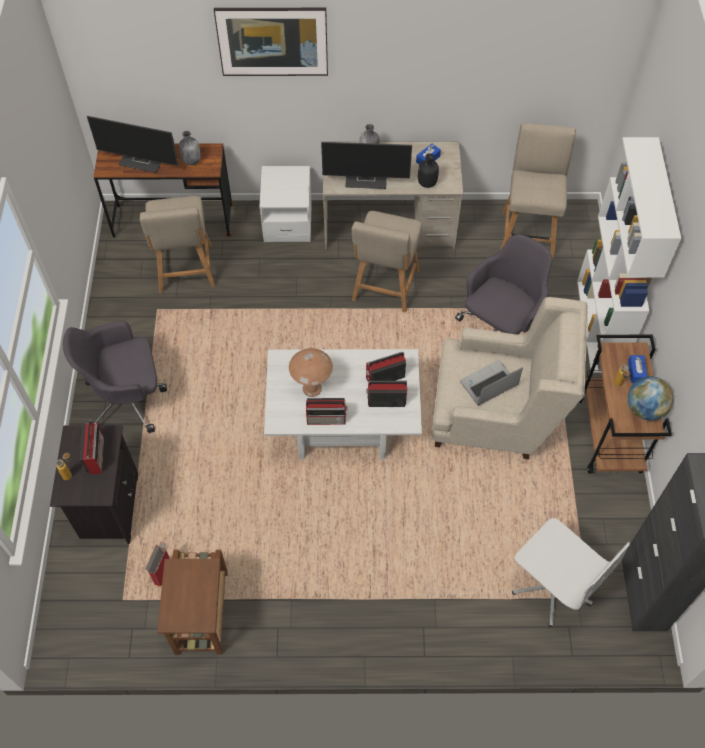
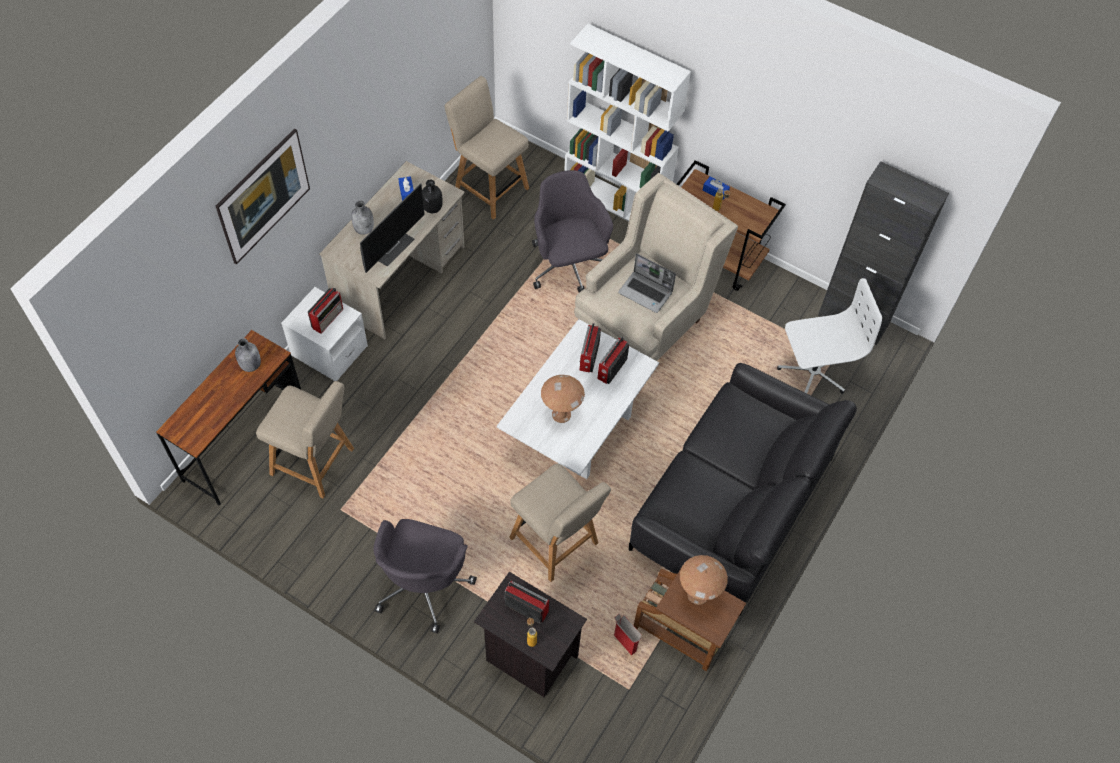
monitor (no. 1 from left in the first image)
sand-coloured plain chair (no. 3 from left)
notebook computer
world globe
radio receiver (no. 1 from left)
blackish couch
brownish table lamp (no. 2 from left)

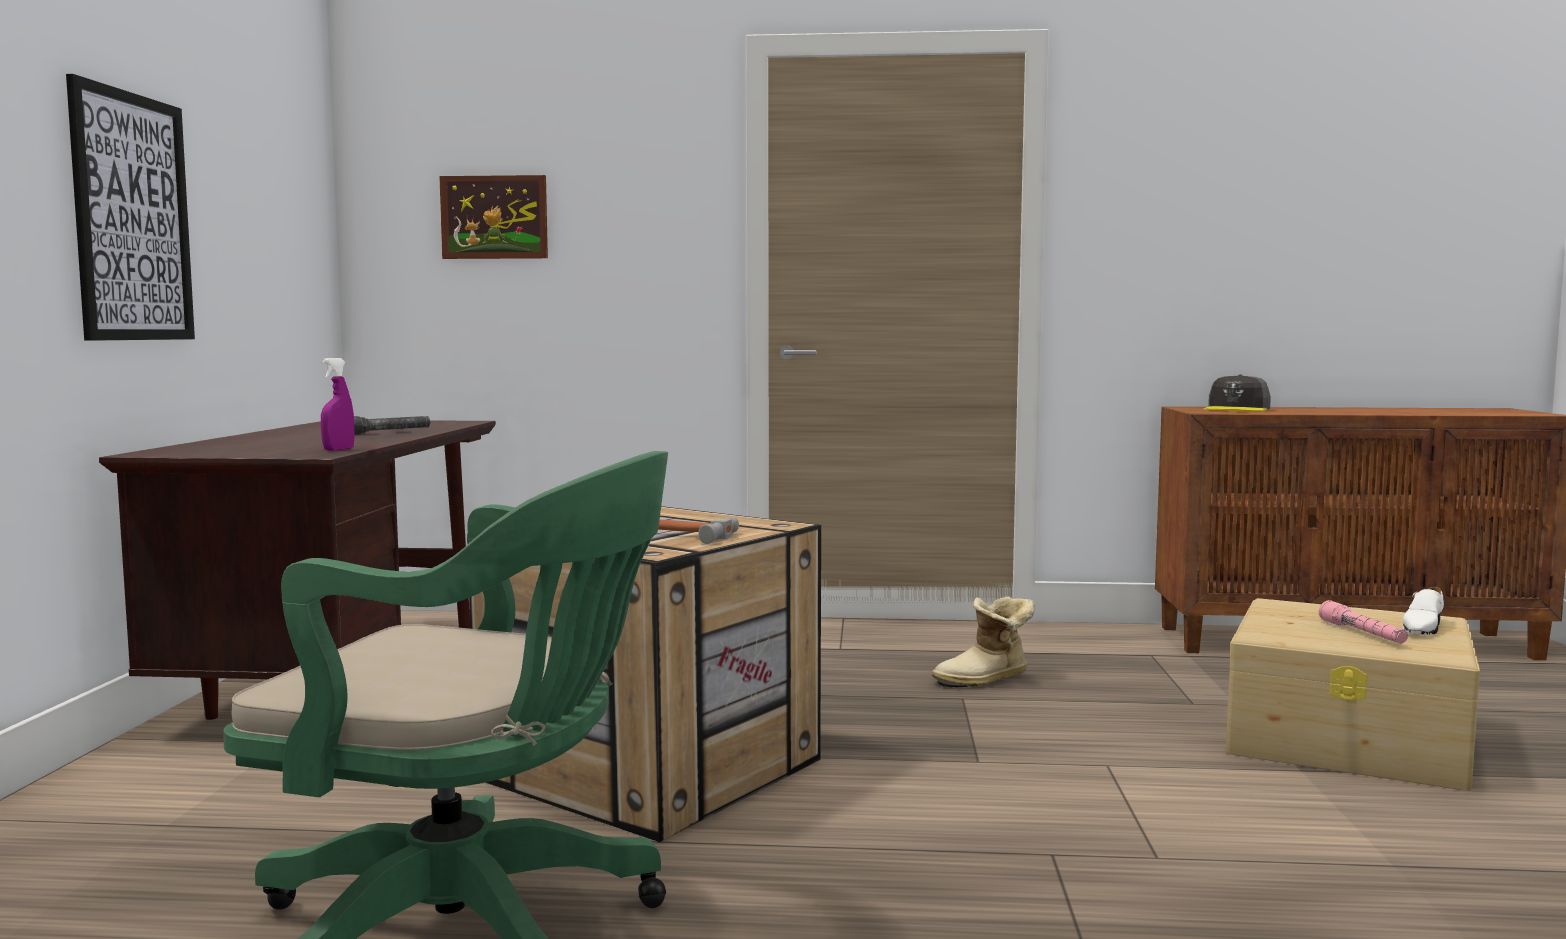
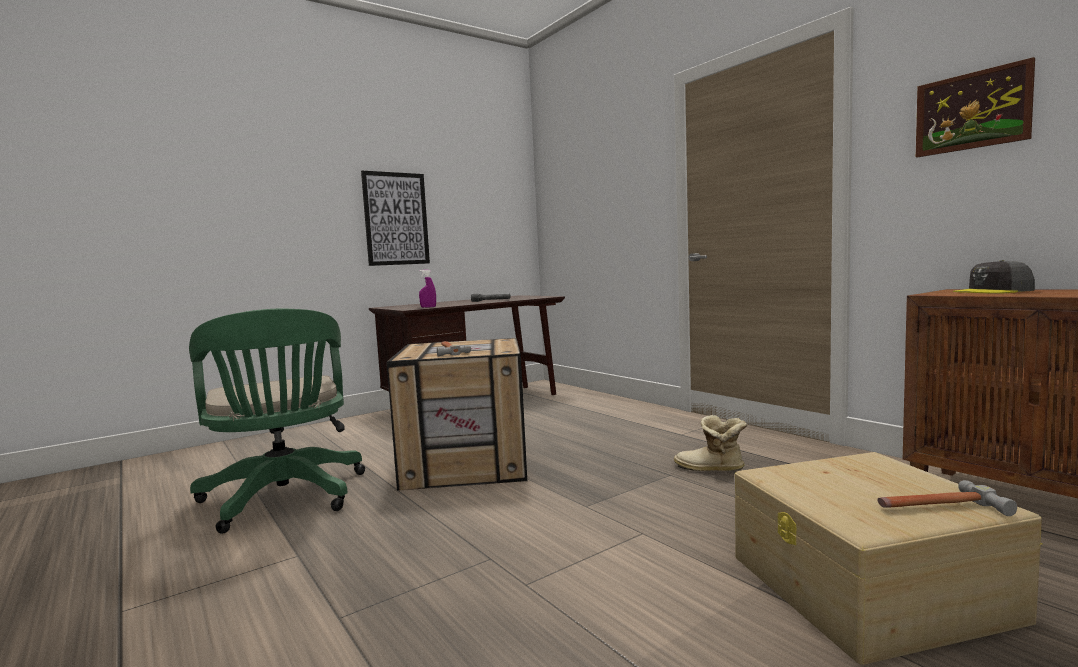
wall picture (no. 2 from left)
hammer (no. 2 from left)
pinkish flashlight

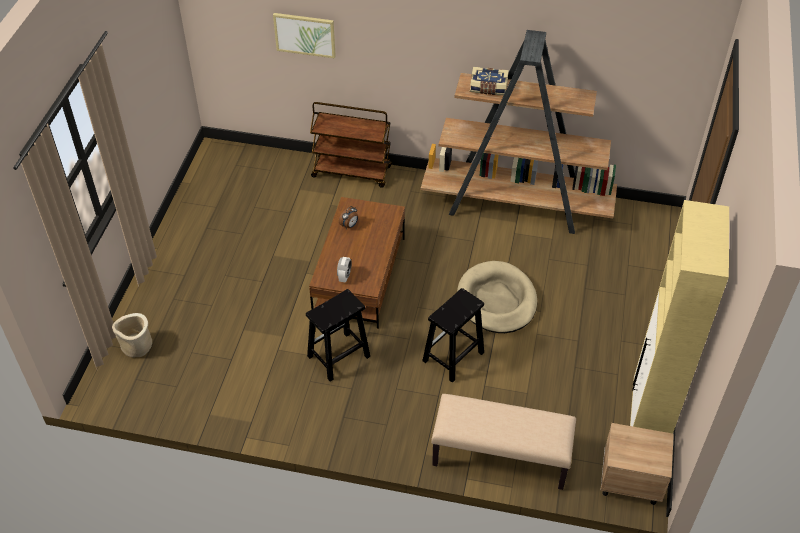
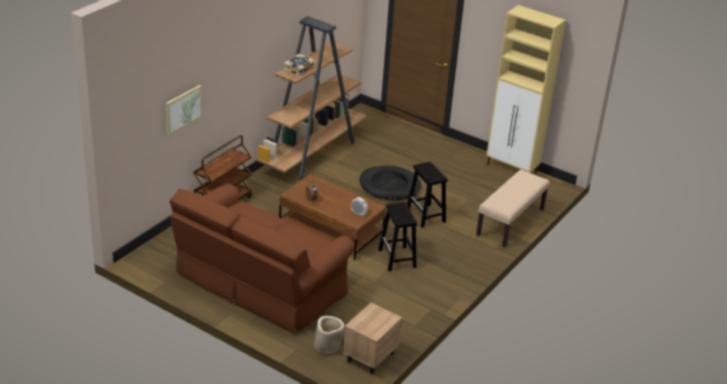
blackish pet bed
sand-coloured night table
brownish couch

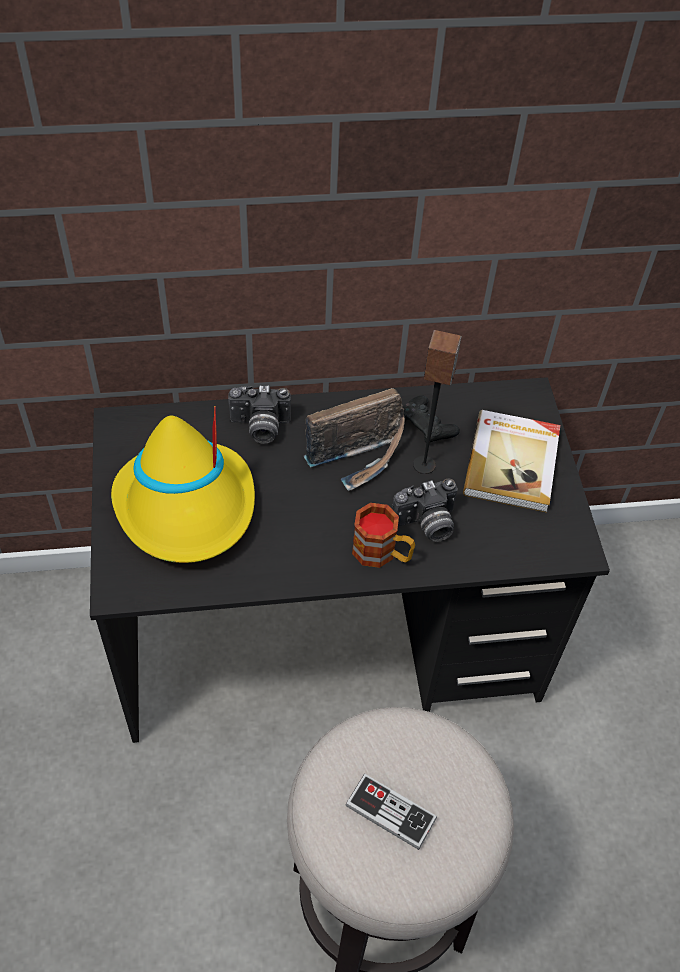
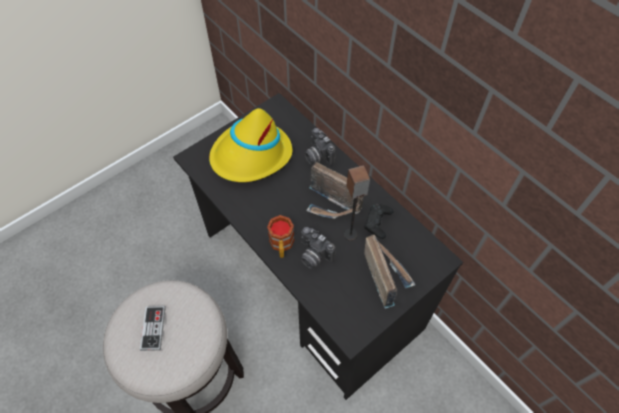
radio receiver (no. 2 from left)

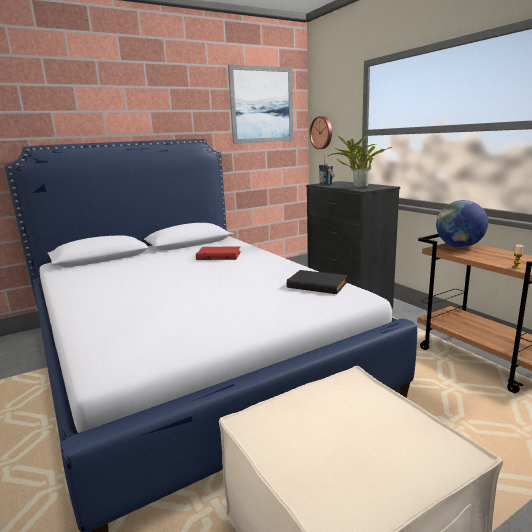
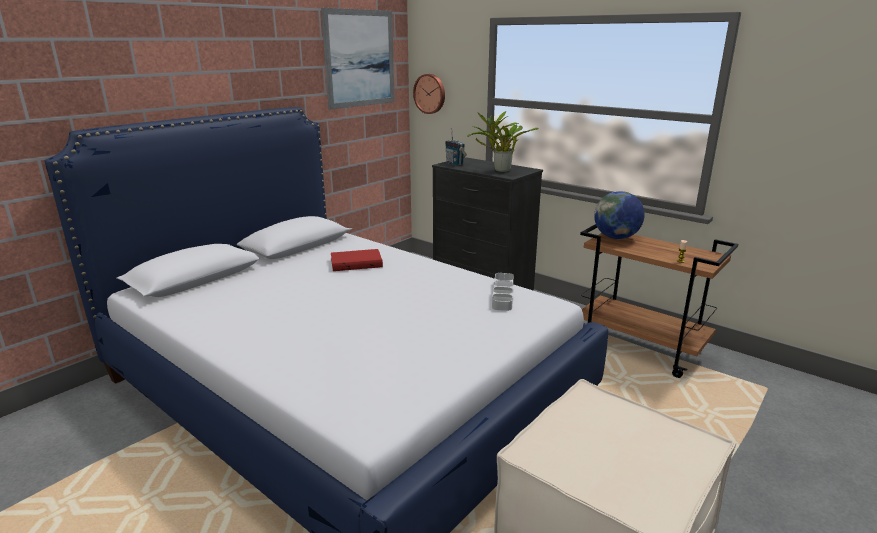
gray tray

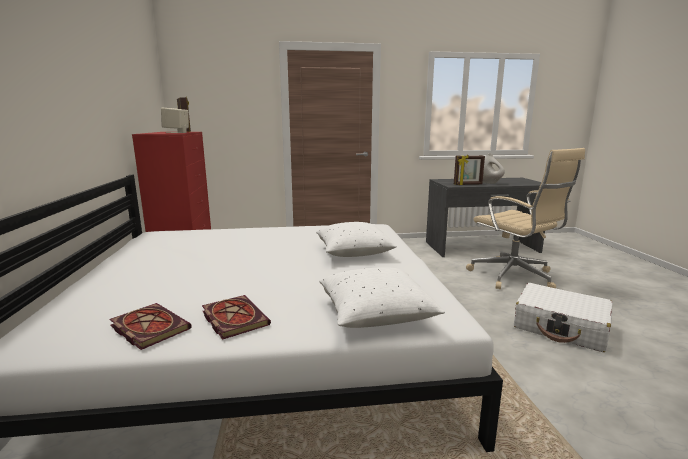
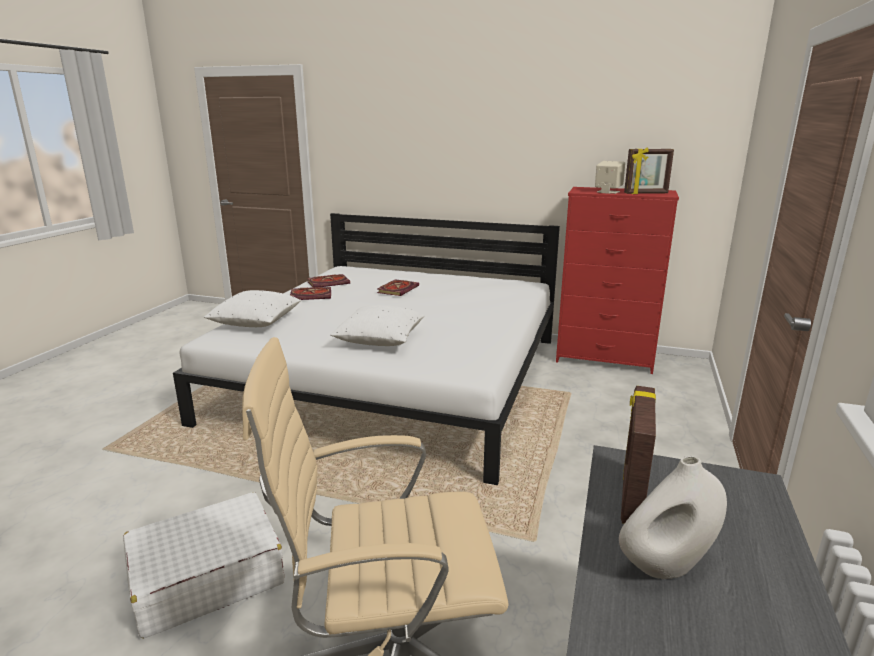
volume (no. 3 from left)

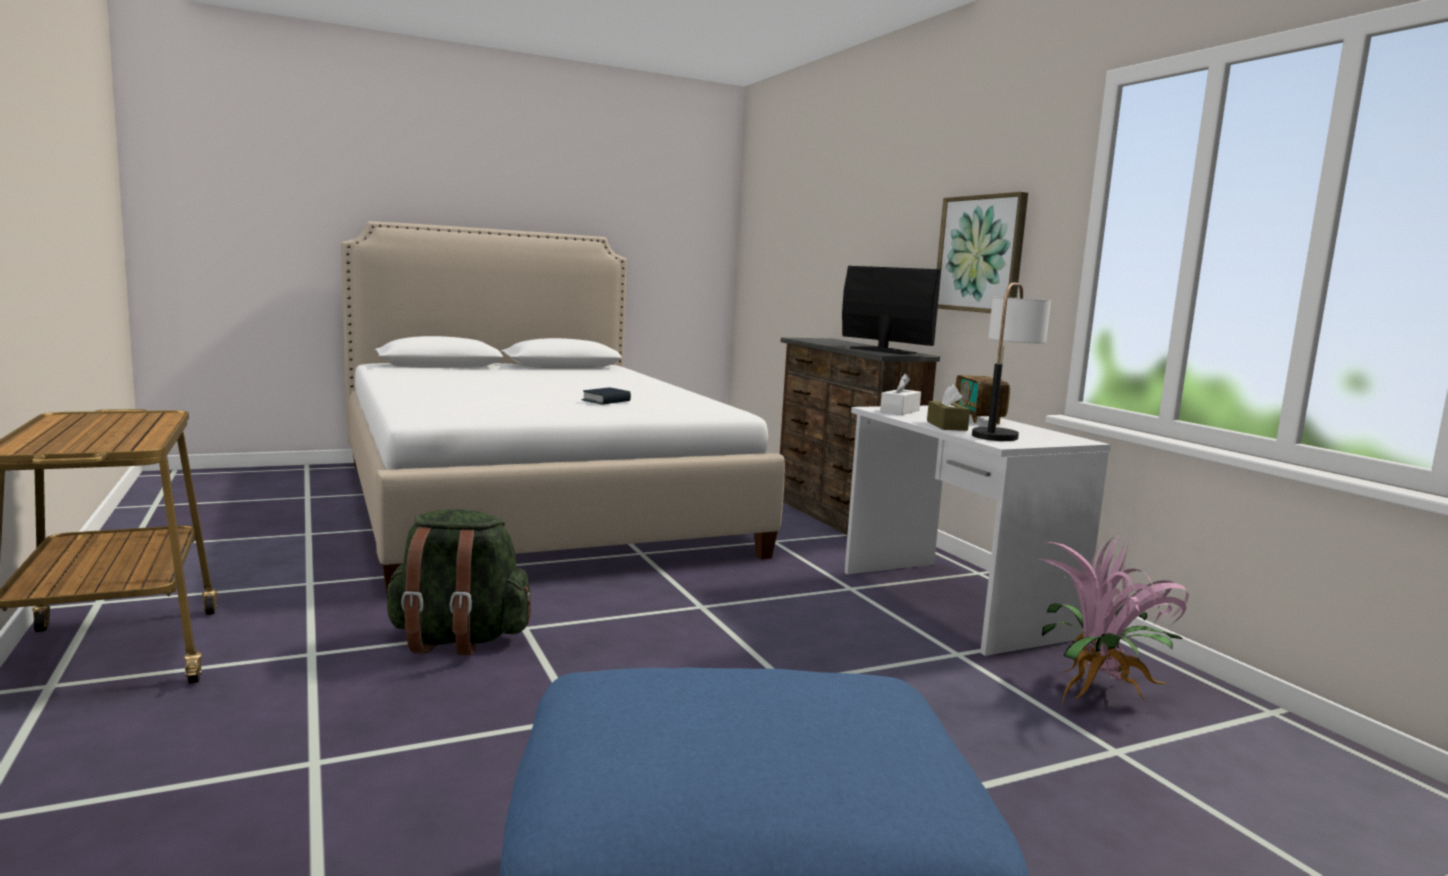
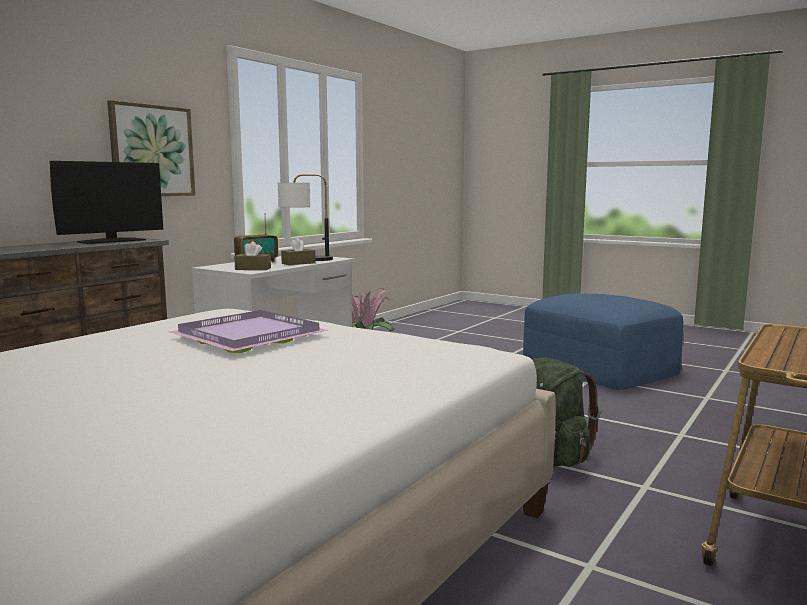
monitor
brownish box of tissues (no. 1 from left)
purple tray

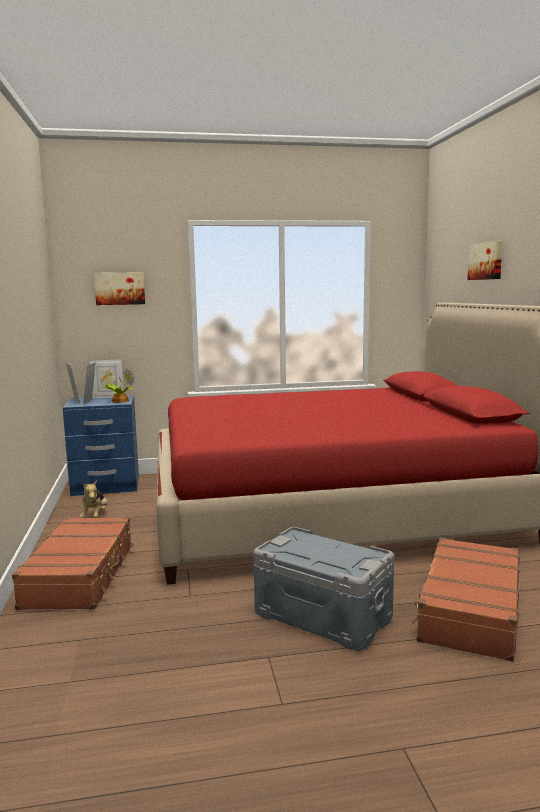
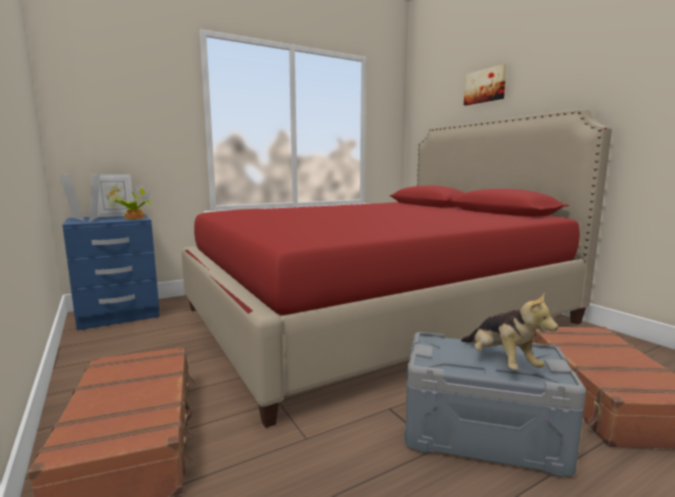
wall picture (no. 1 from left in the first image)
plush toy

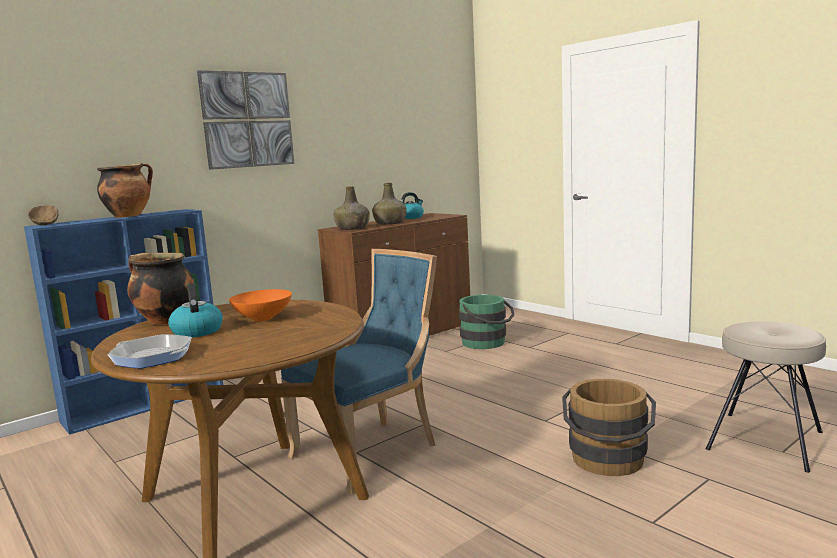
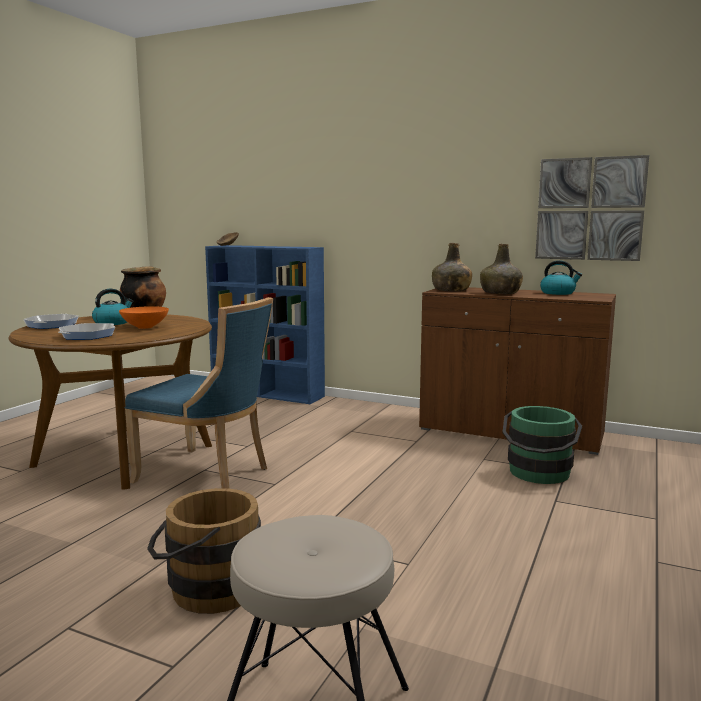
wall picture
stockpot (no. 1 from left in the first image)
pan (no. 2 from left)

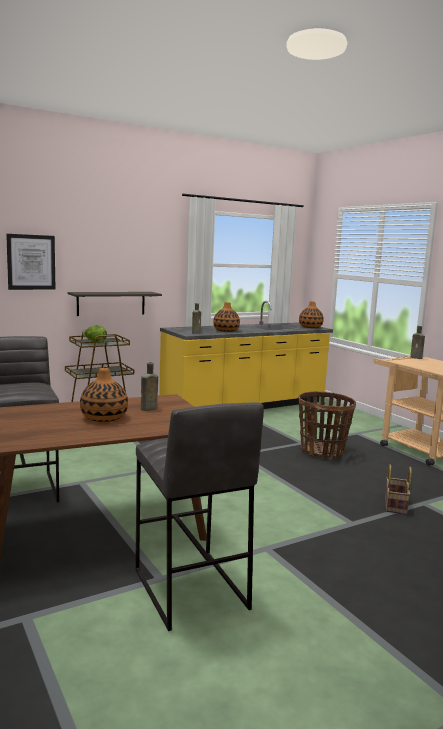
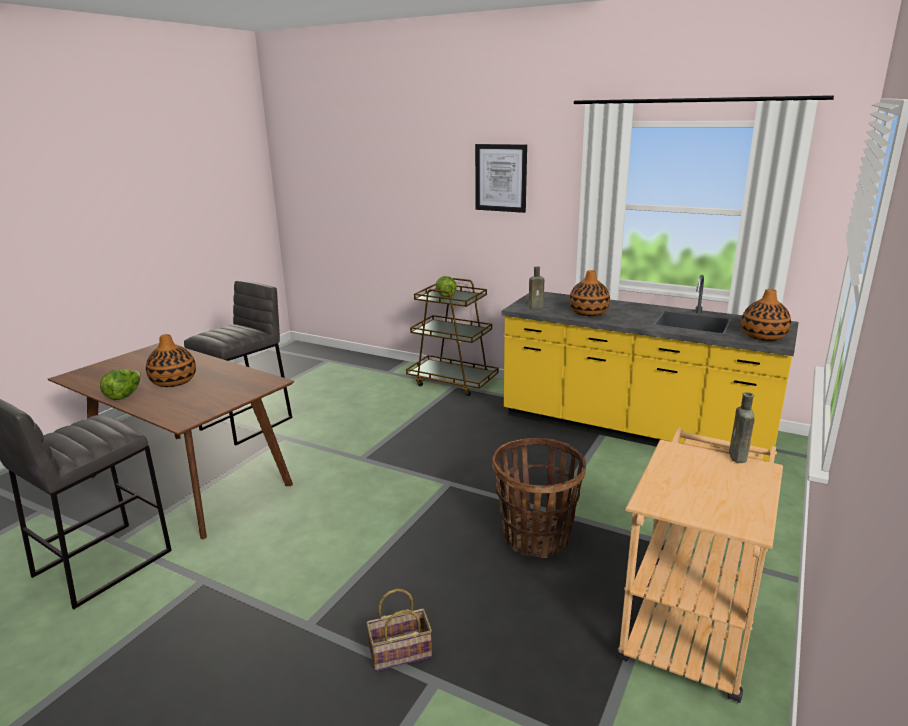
wall picture
bracket shelf
brownish bottle (no. 1 from left in the first image)
lettuce (no. 1 from left)

